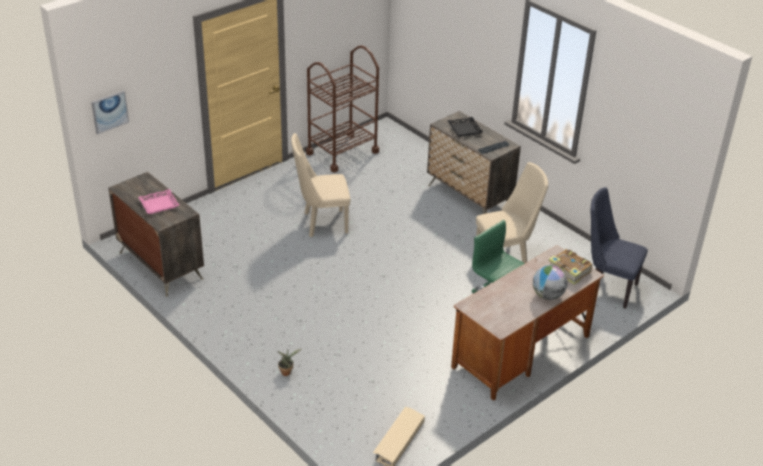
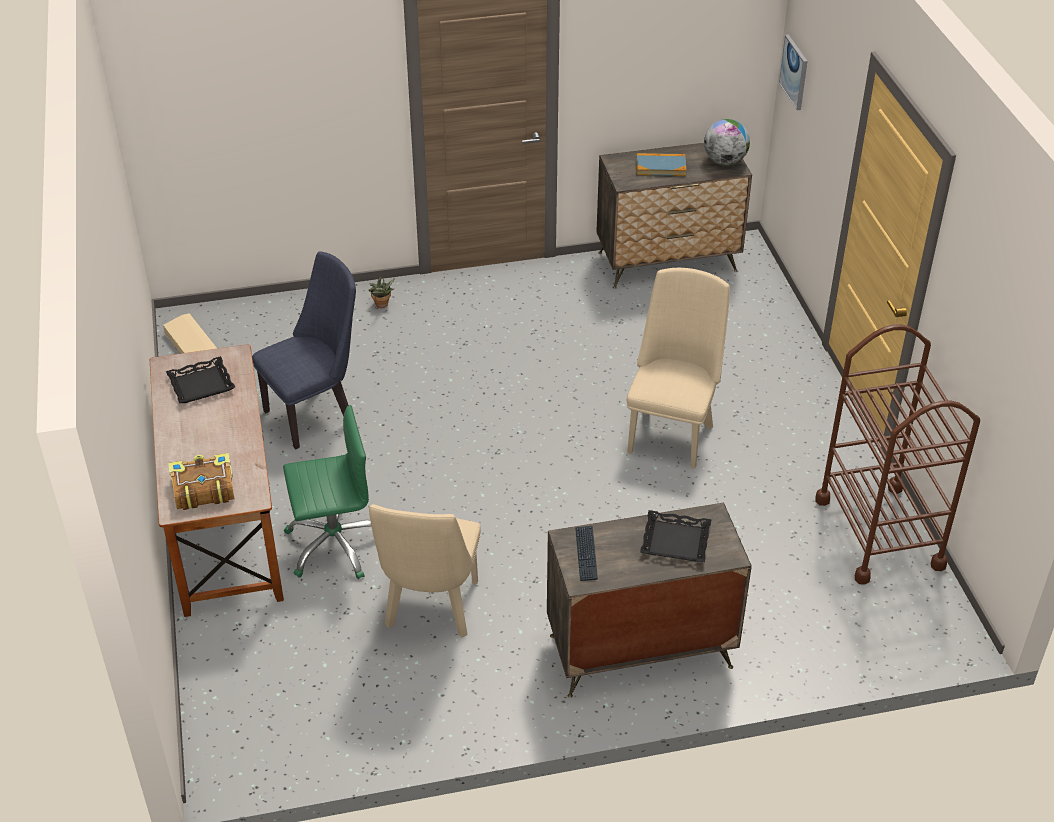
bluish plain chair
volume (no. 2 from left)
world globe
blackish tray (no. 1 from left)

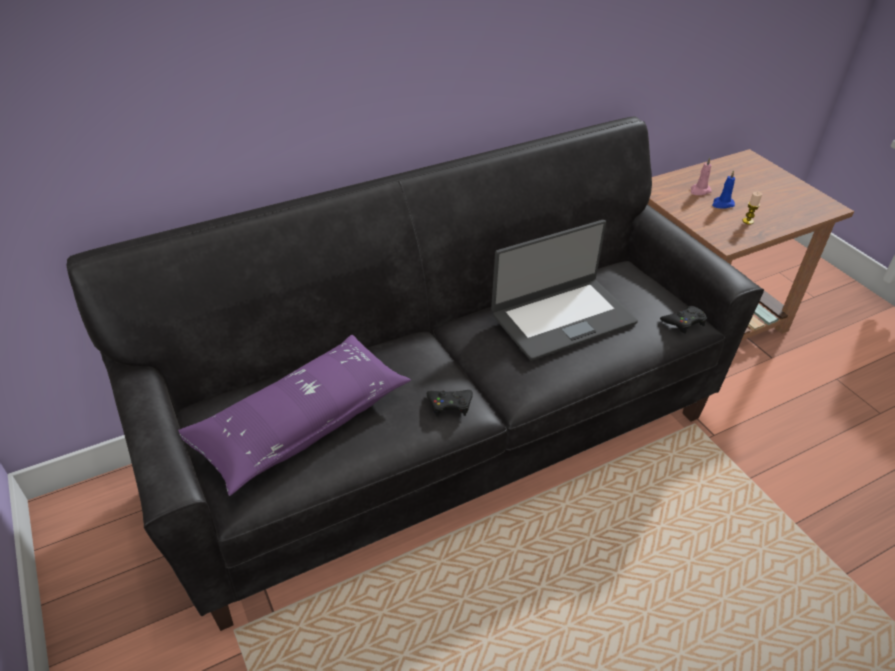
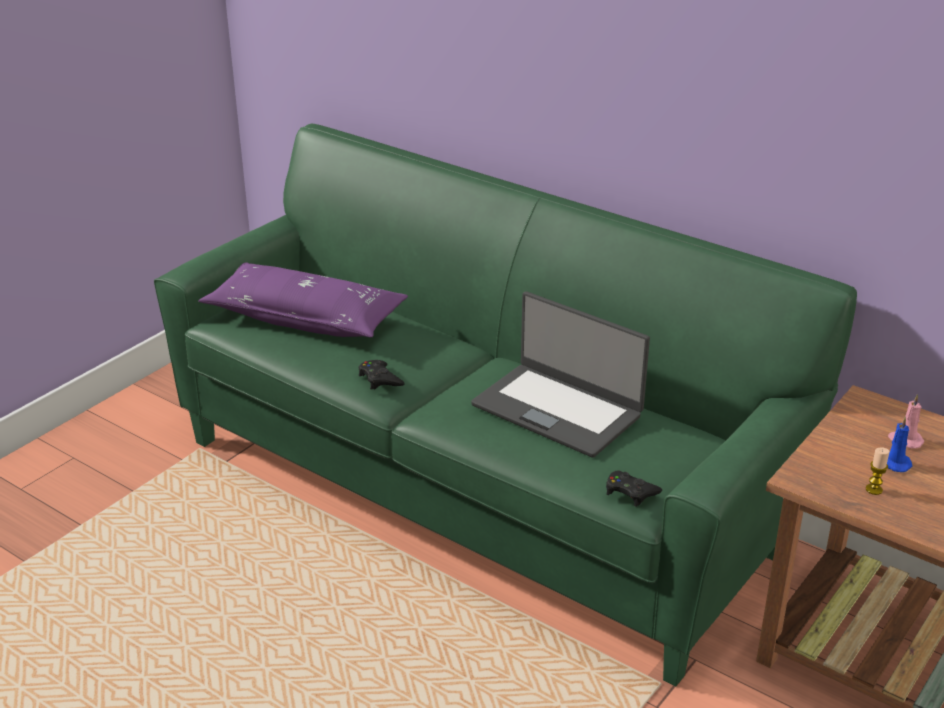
green couch

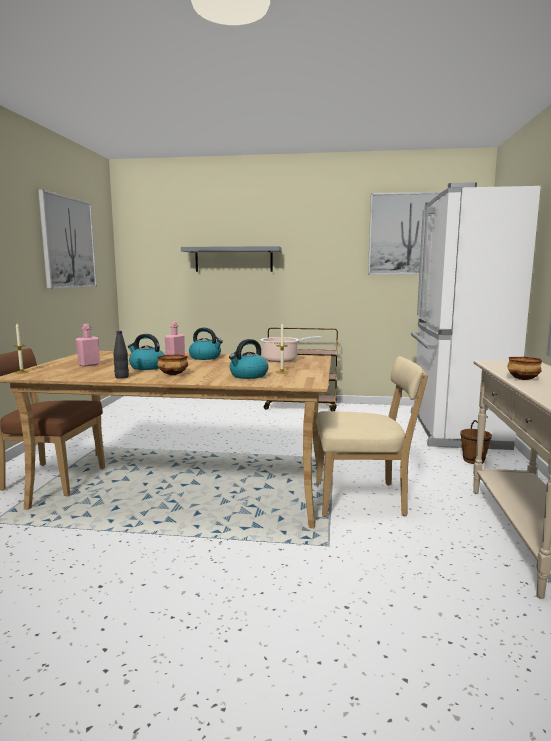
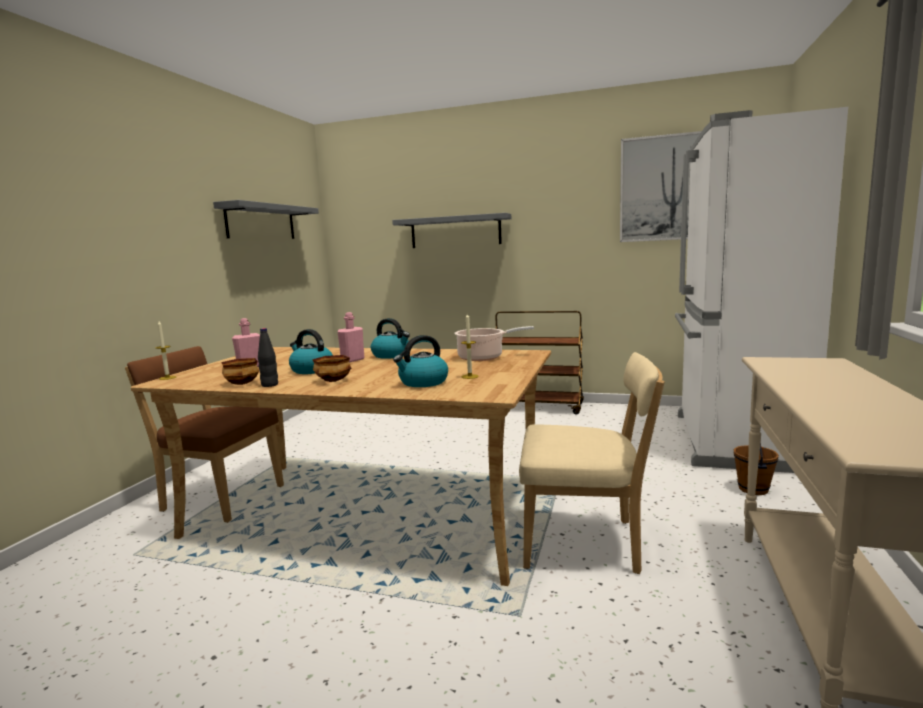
gray bracket shelf (no. 1 from left)
deep dish (no. 1 from left)

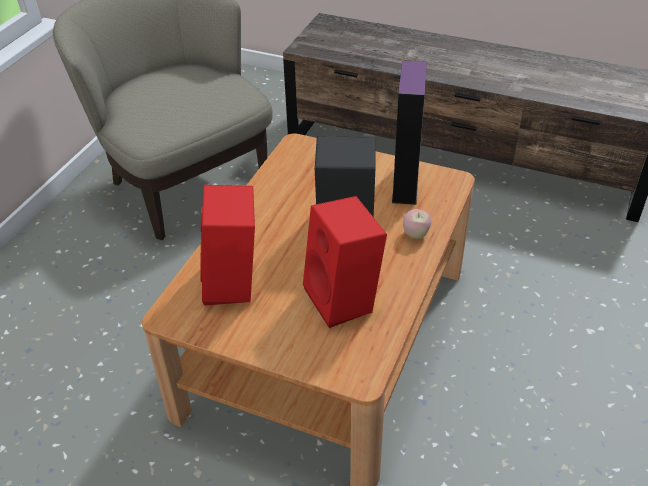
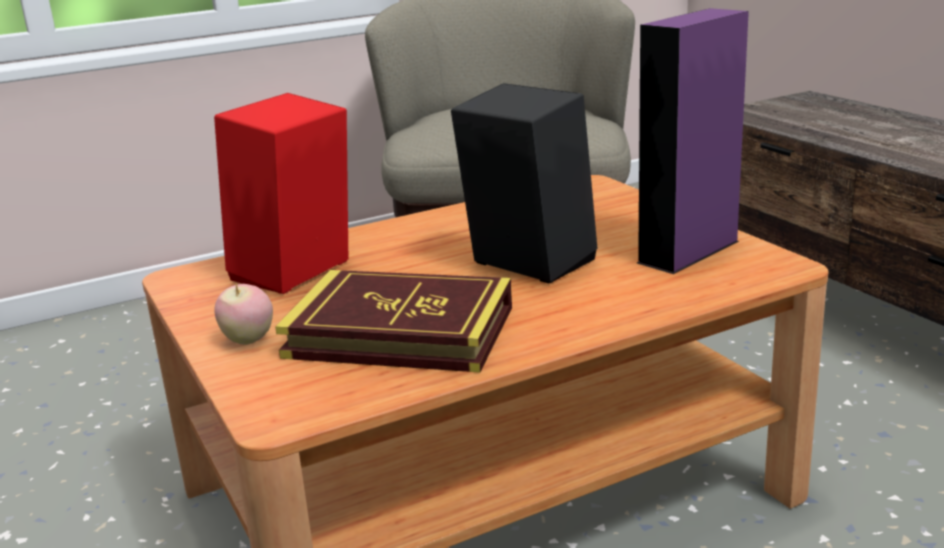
volume
whole apple

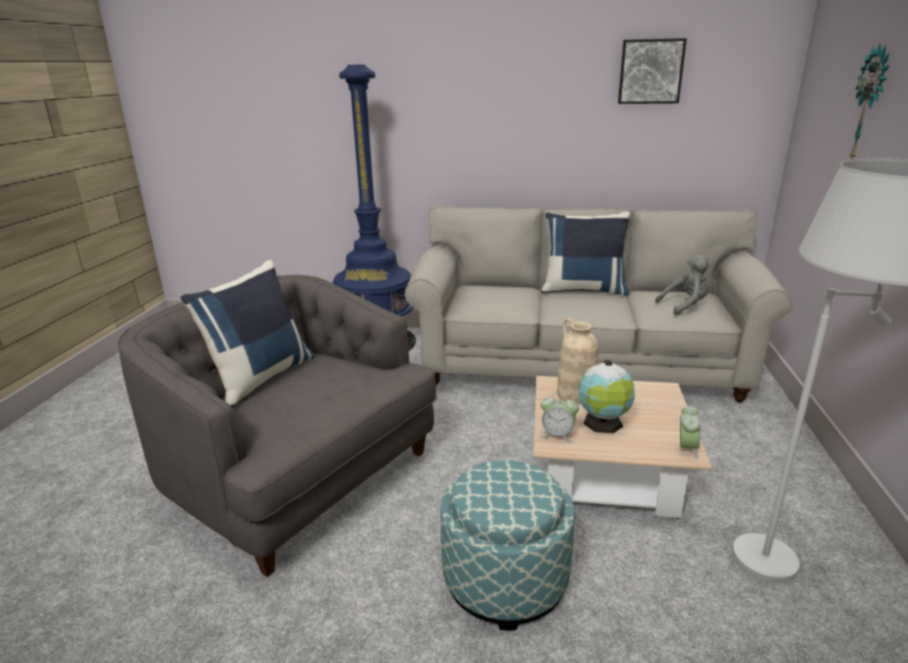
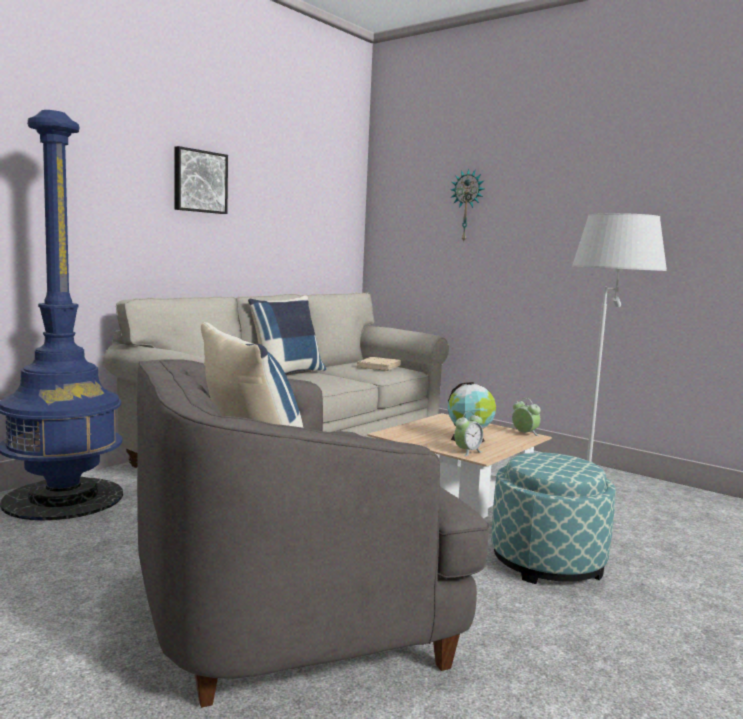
wall picture
sand-coloured volume
sand-coloured decorative vase

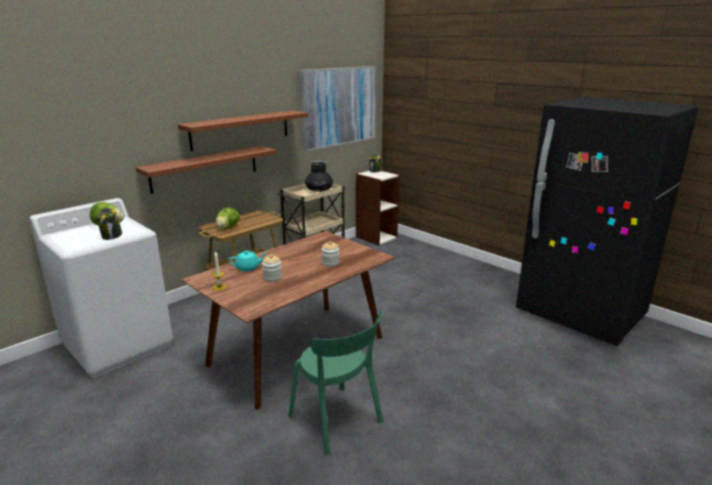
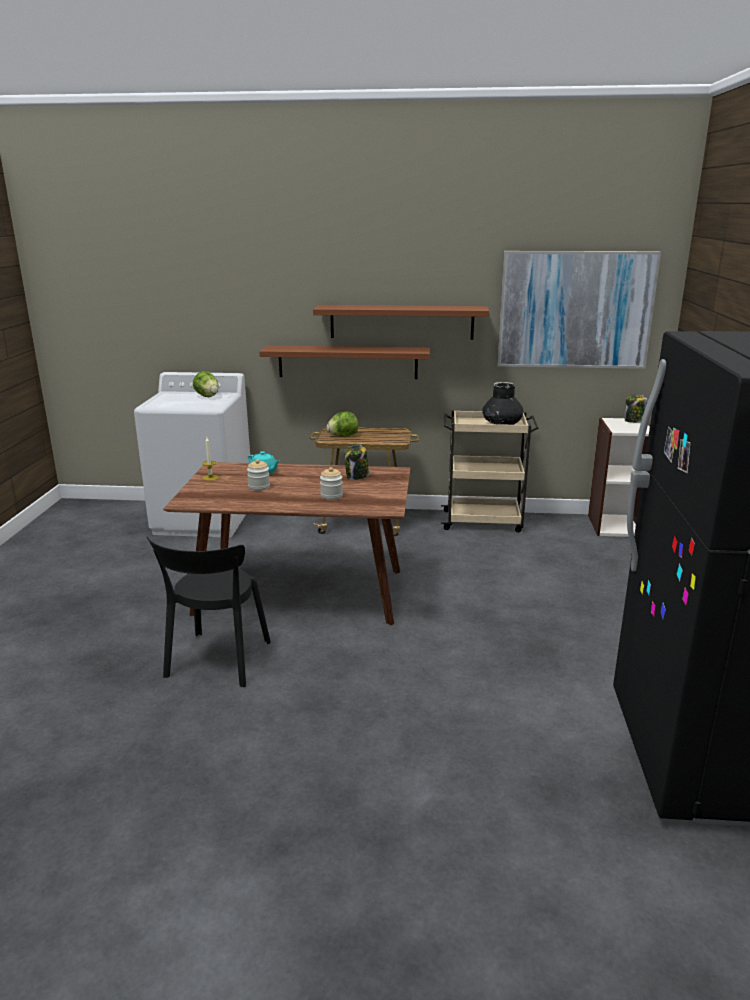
jar (no. 3 from left)
blackish plain chair

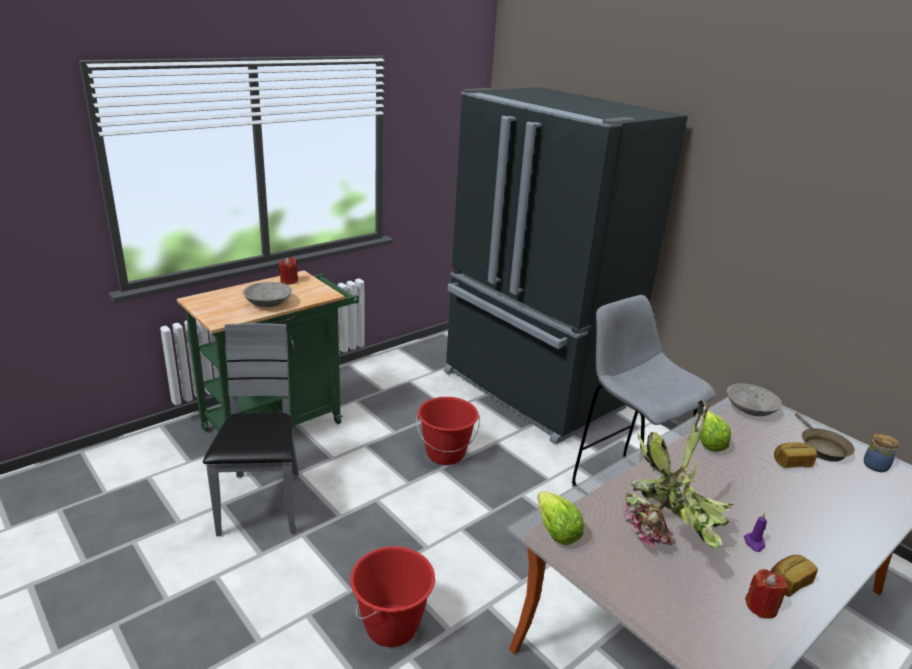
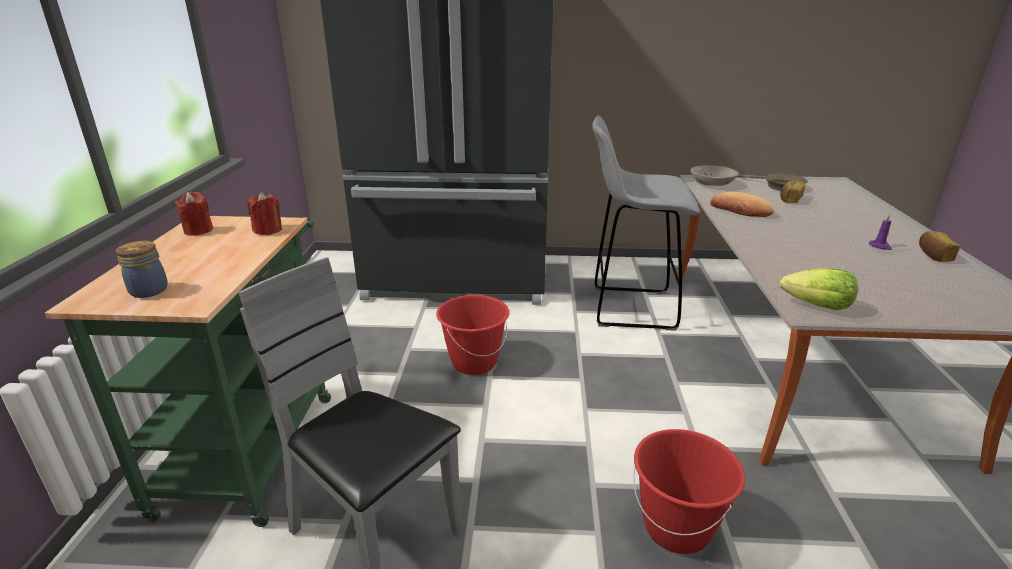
gray deep dish (no. 1 from left in the first image)
potted plant
bakery bread (no. 1 from left)
jar
red-coloured wax candle (no. 2 from left)

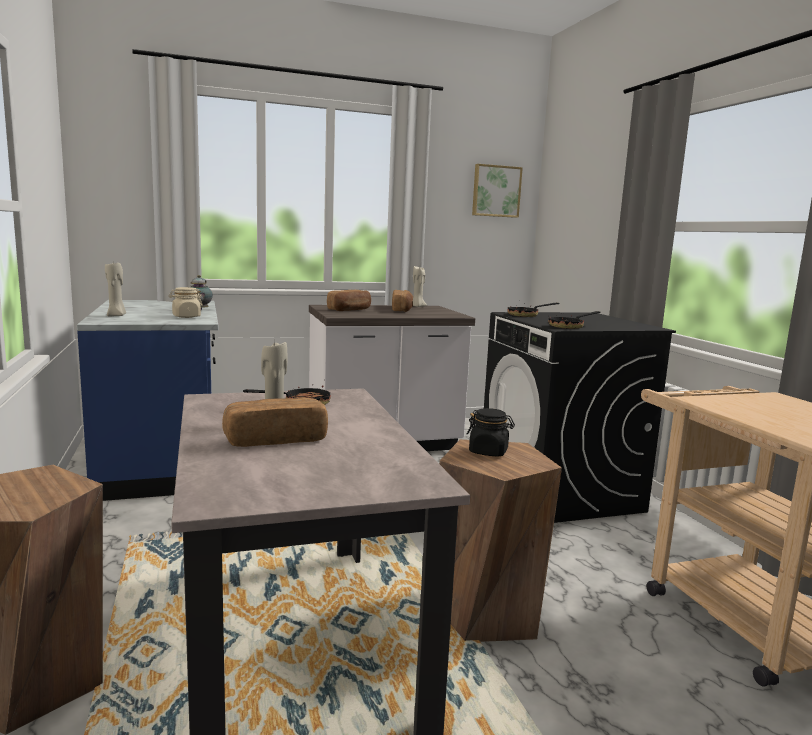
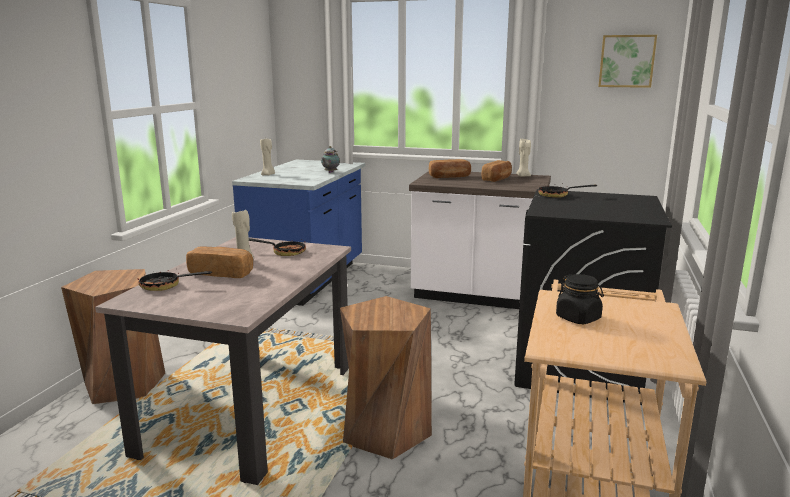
sand-coloured jar
pan (no. 1 from left)
blackish jar

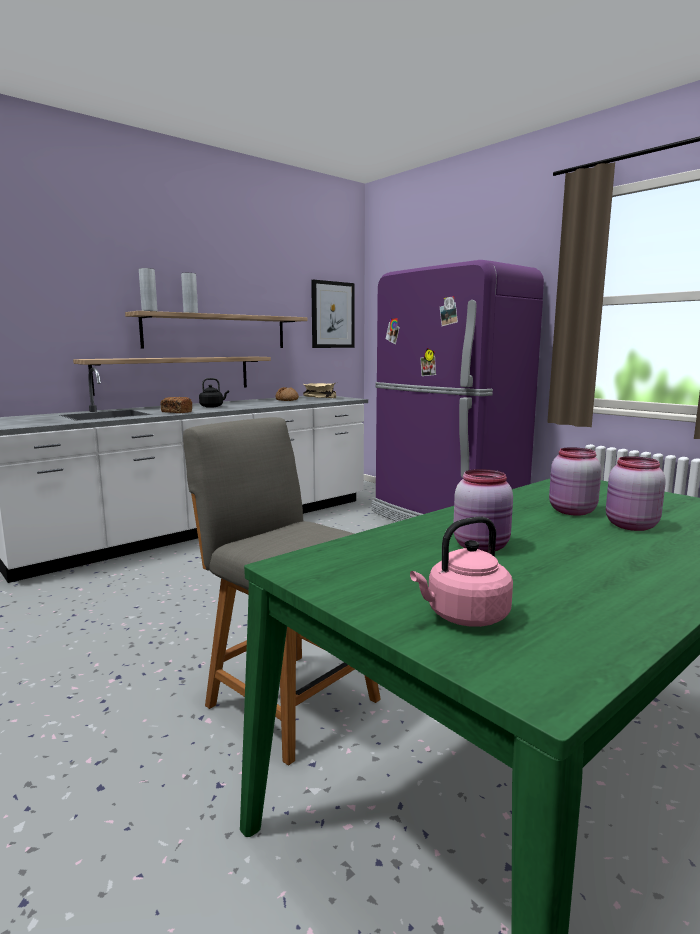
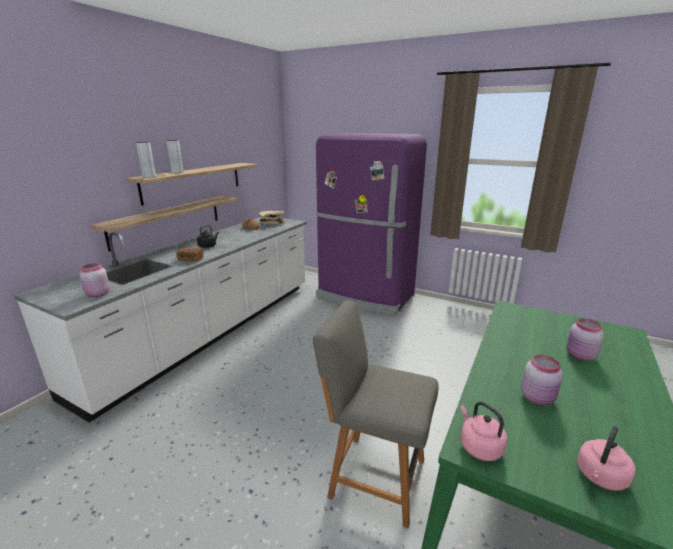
wall picture
pinkish jar (no. 1 from left)
pinkish tea kettle (no. 1 from left)

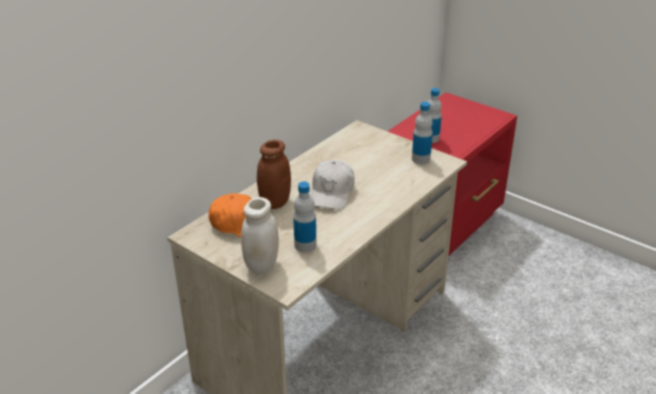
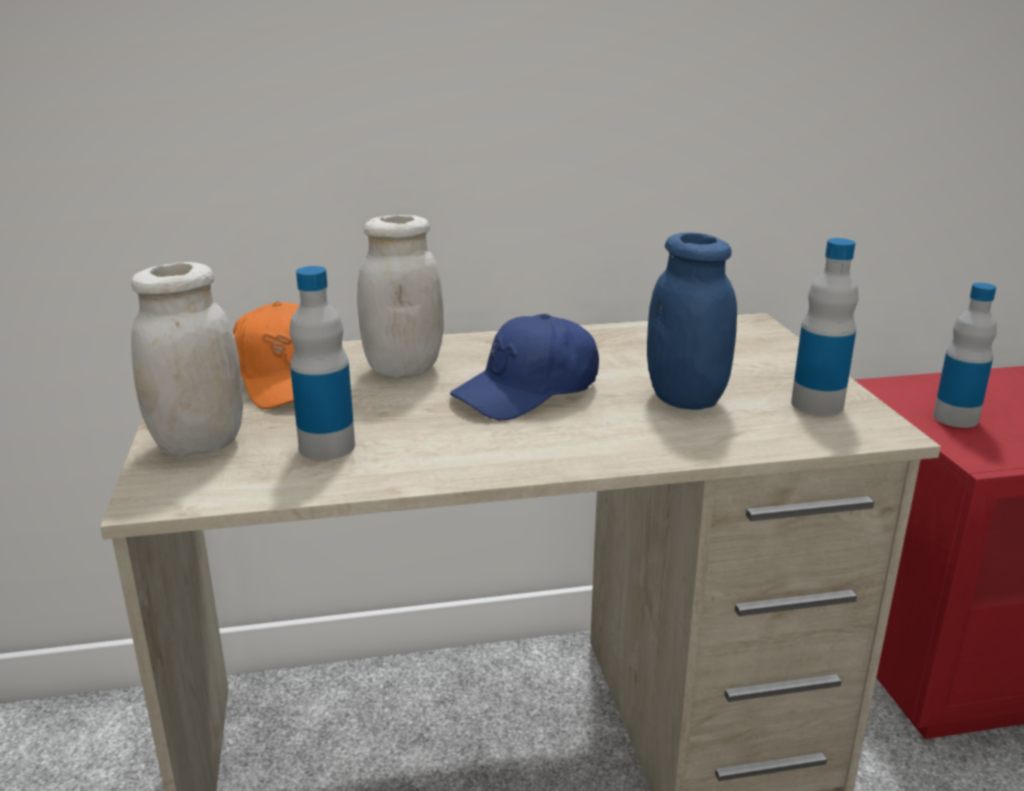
whitish jar (no. 2 from left)
bluish cap
bluish jar

